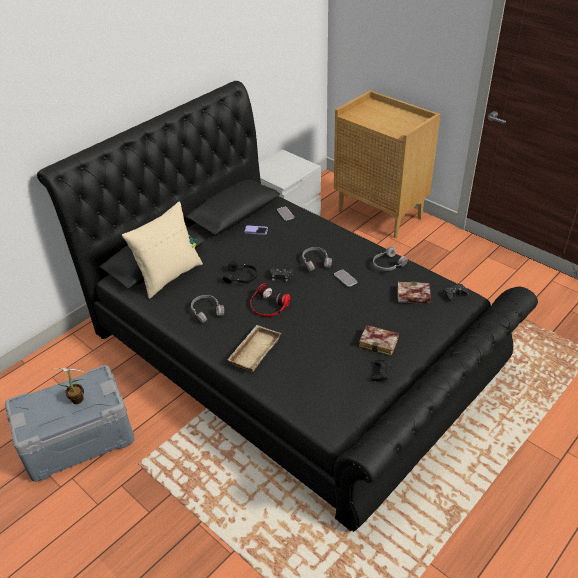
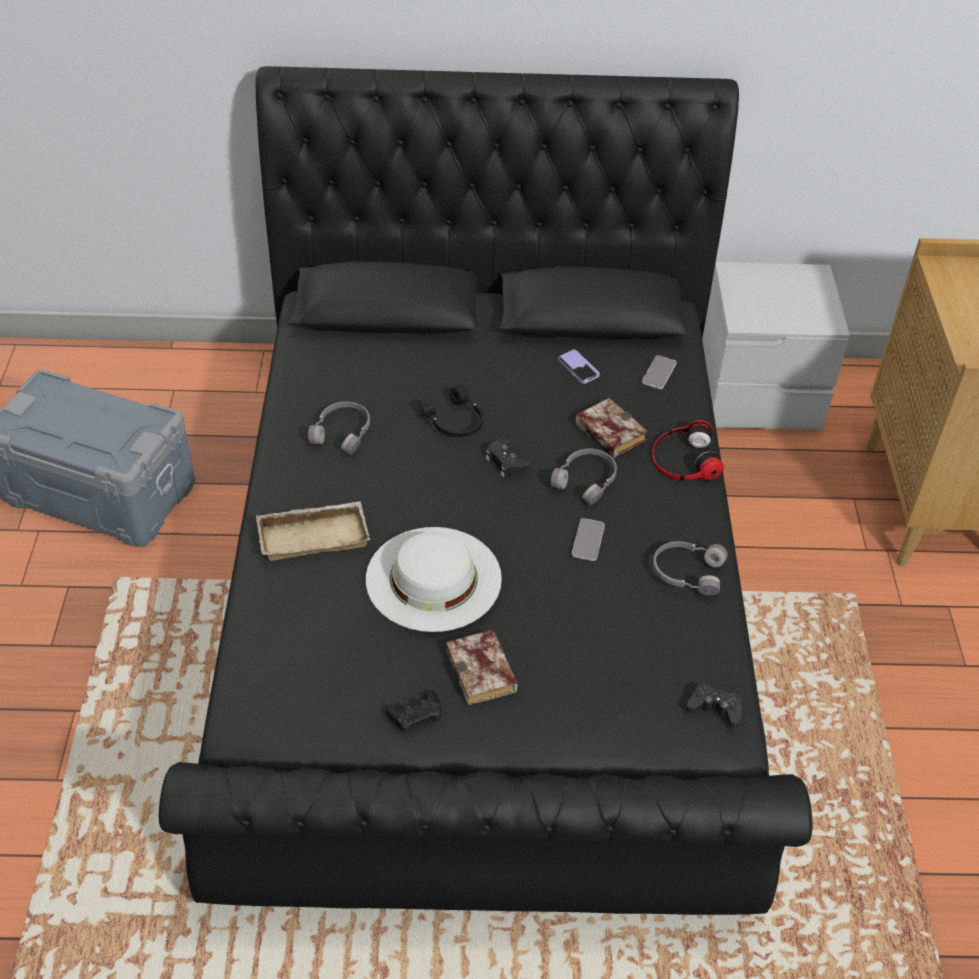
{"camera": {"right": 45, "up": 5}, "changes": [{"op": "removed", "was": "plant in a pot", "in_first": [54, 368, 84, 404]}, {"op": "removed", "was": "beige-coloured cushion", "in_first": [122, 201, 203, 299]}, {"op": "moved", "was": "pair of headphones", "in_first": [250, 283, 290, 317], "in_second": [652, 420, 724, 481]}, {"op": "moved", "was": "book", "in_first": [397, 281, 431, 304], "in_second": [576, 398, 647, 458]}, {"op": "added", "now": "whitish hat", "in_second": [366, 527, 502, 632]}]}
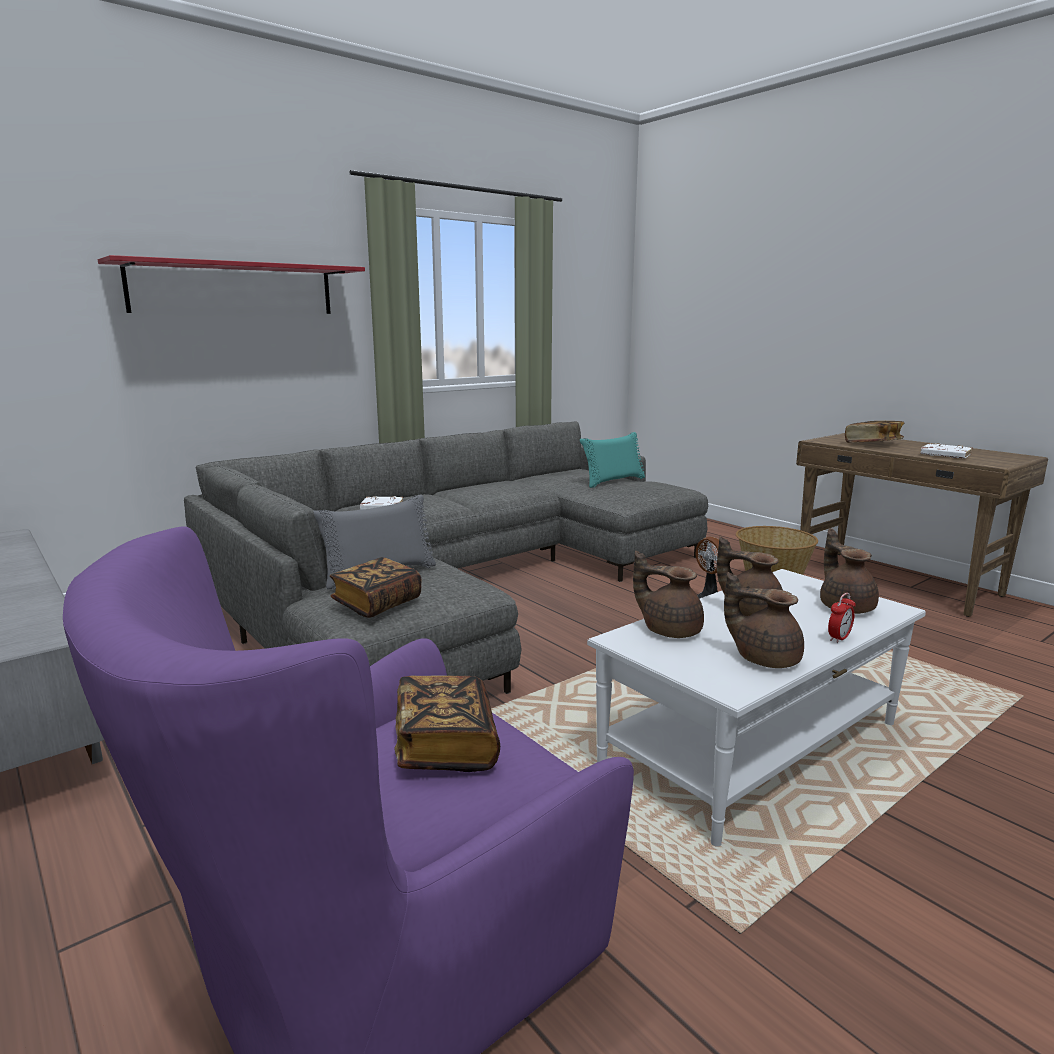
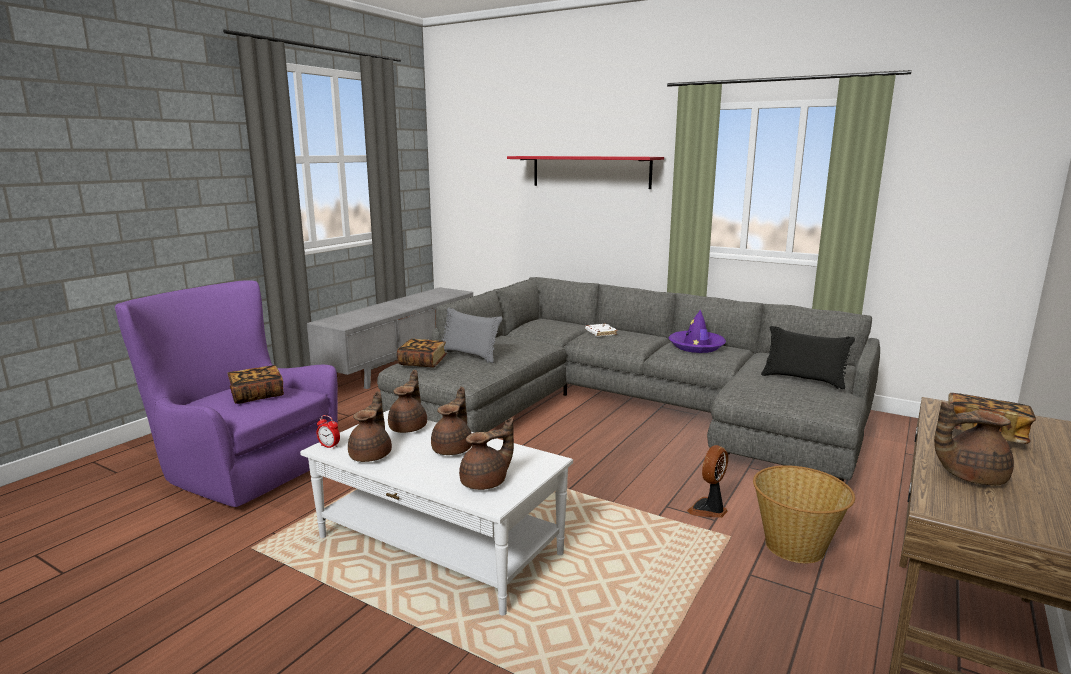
{"camera": {"right": 70, "up": 0}, "changes": [{"op": "recoloured", "was": "blue-green cushion", "now": "black-coloured cushion", "in_first": [580, 432, 645, 488], "in_second": [761, 326, 855, 389]}, {"op": "moved", "was": "alarm clock", "in_first": [828, 593, 856, 643], "in_second": [317, 415, 340, 449]}, {"op": "replaced", "was": "whitish book", "now": "brownish tea pot", "in_first": [921, 443, 973, 459], "in_second": [934, 402, 1014, 485]}, {"op": "added", "now": "purple hat", "in_second": [668, 310, 726, 353]}]}
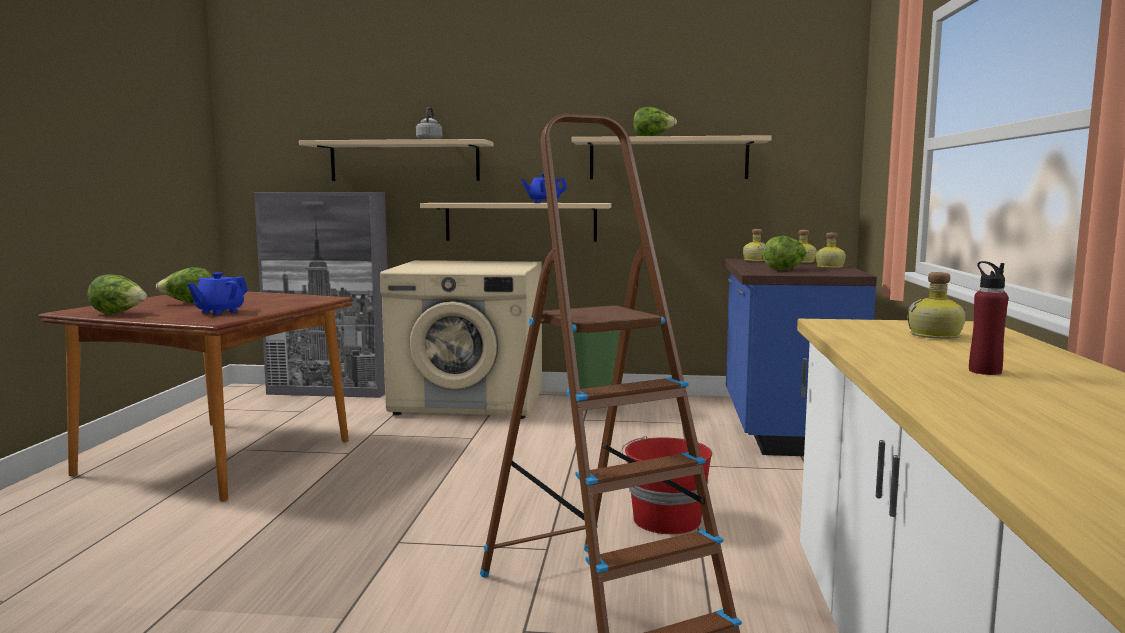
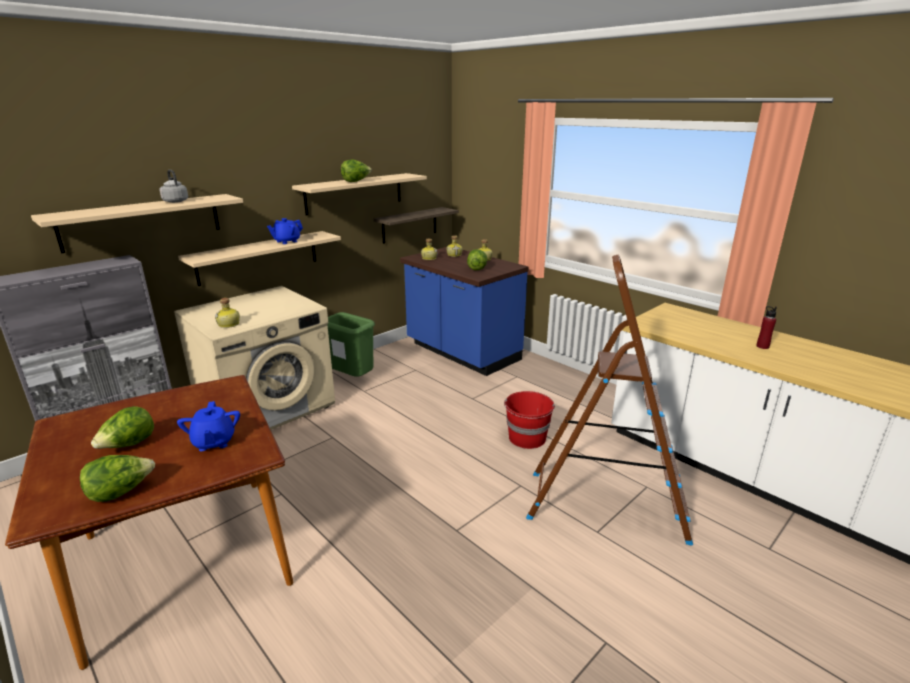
{"camera": {"right": -50, "up": 15}, "changes": [{"op": "moved", "was": "drink bottle", "in_first": [908, 272, 966, 339], "in_second": [215, 298, 240, 328]}, {"op": "added", "now": "wall shelf", "in_second": [373, 207, 459, 244]}]}
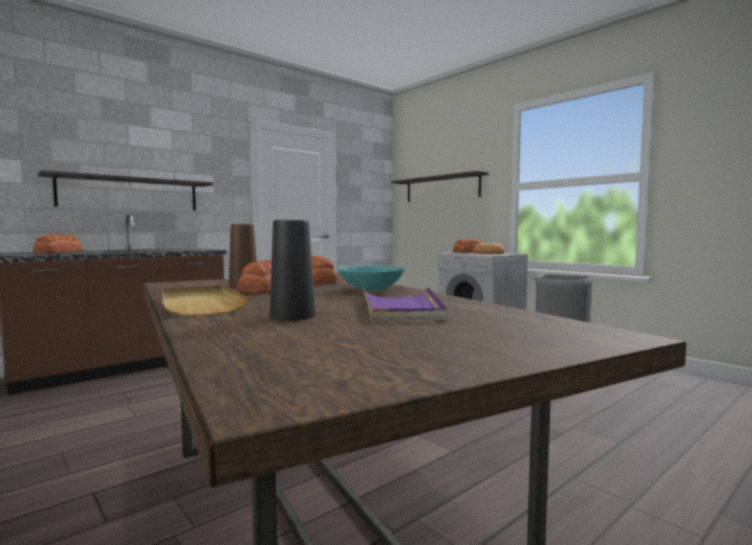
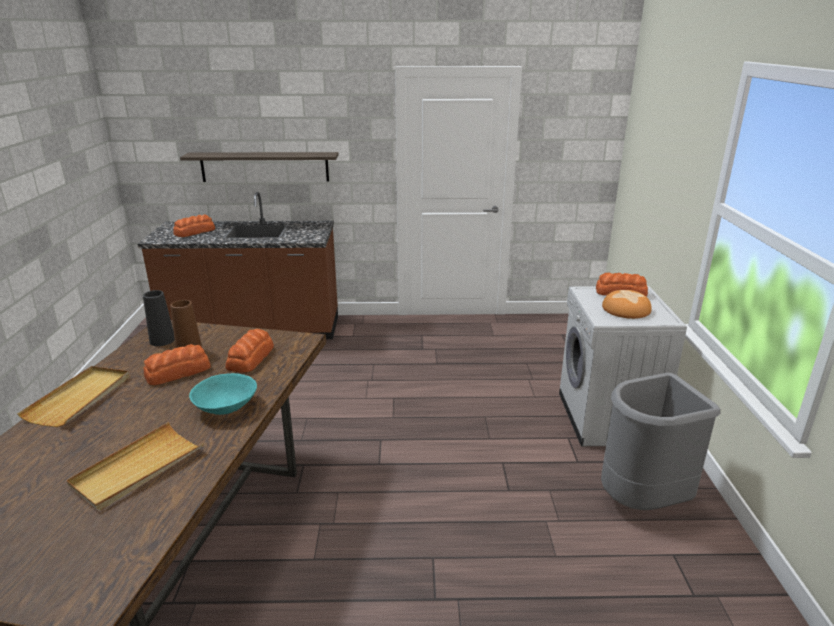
{"camera": {"right": 40, "up": 20}, "changes": [{"op": "moved", "was": "black-coloured flower vase", "in_first": [270, 220, 315, 320], "in_second": [143, 290, 175, 346]}, {"op": "recoloured", "was": "purple serving tray", "now": "beige-coloured serving tray", "in_first": [362, 287, 448, 321], "in_second": [67, 422, 204, 511]}, {"op": "removed", "was": "wall shelf", "in_first": [391, 171, 489, 202]}]}
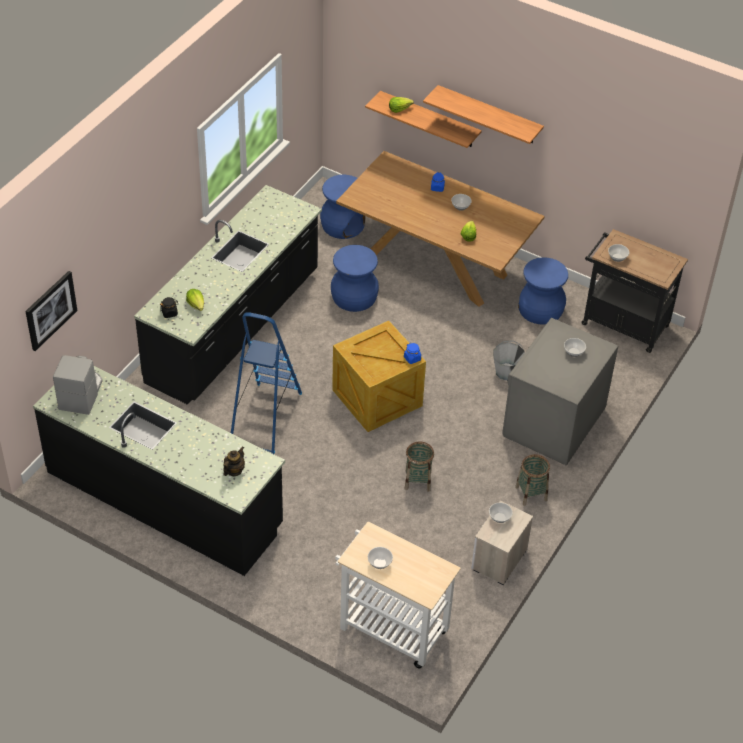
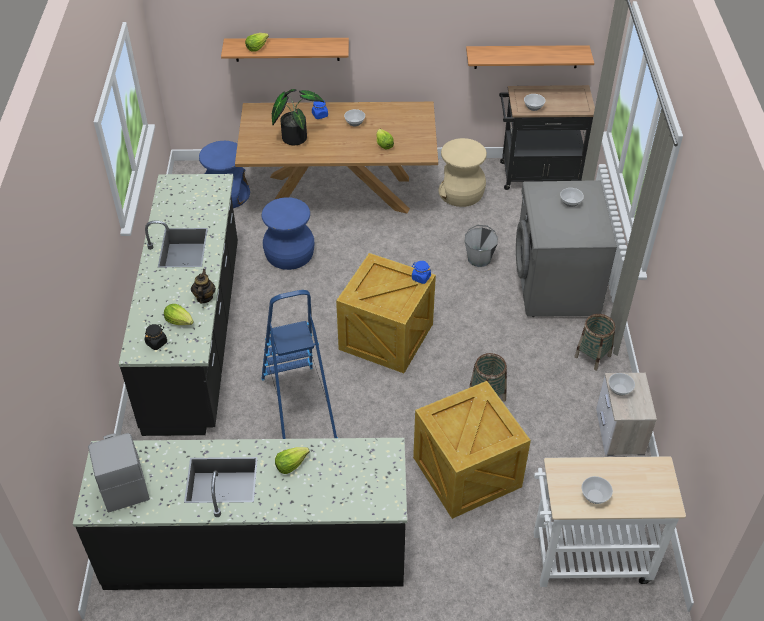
{"camera": {"right": -30, "up": 0}, "changes": [{"op": "removed", "was": "picture", "in_first": [25, 271, 77, 351]}, {"op": "moved", "was": "tea pot", "in_first": [223, 446, 245, 476], "in_second": [191, 269, 216, 304]}, {"op": "moved", "was": "wall shelf", "in_first": [423, 85, 544, 144], "in_second": [466, 45, 594, 69]}, {"op": "recoloured", "was": "blue sitting stool", "now": "beige-coloured sitting stool", "in_first": [518, 257, 568, 324], "in_second": [438, 138, 487, 207]}, {"op": "added", "now": "plant in a pot", "in_second": [272, 89, 325, 145]}, {"op": "added", "now": "lettuce", "in_second": [275, 447, 310, 474]}, {"op": "added", "now": "packing crate", "in_second": [413, 381, 531, 519]}]}
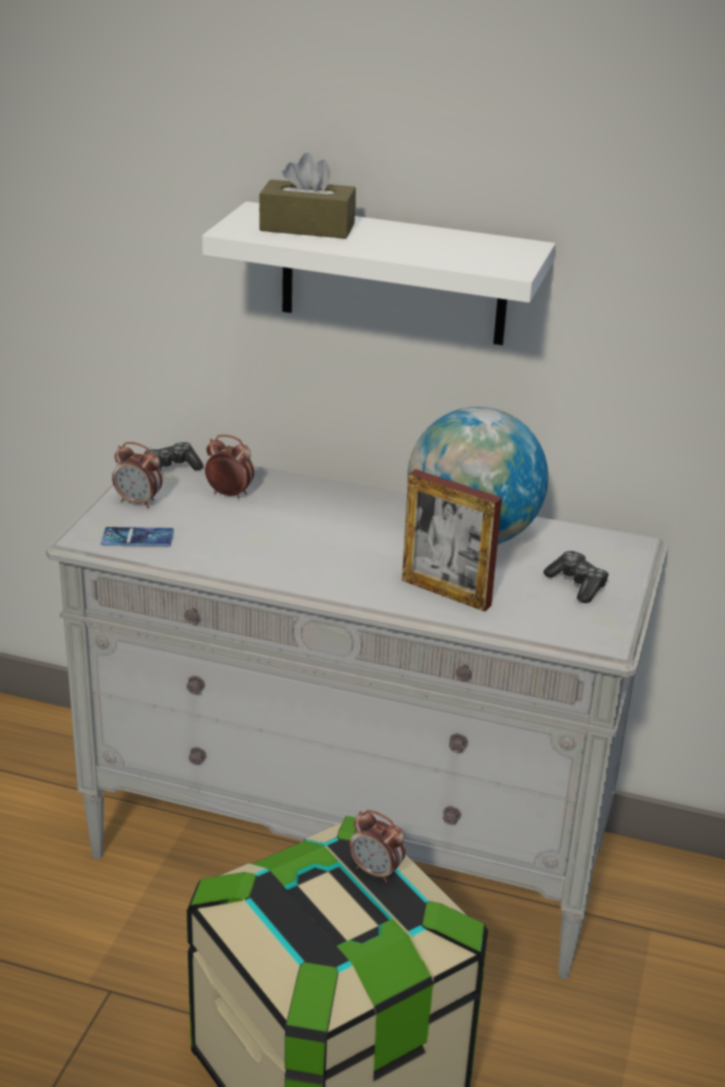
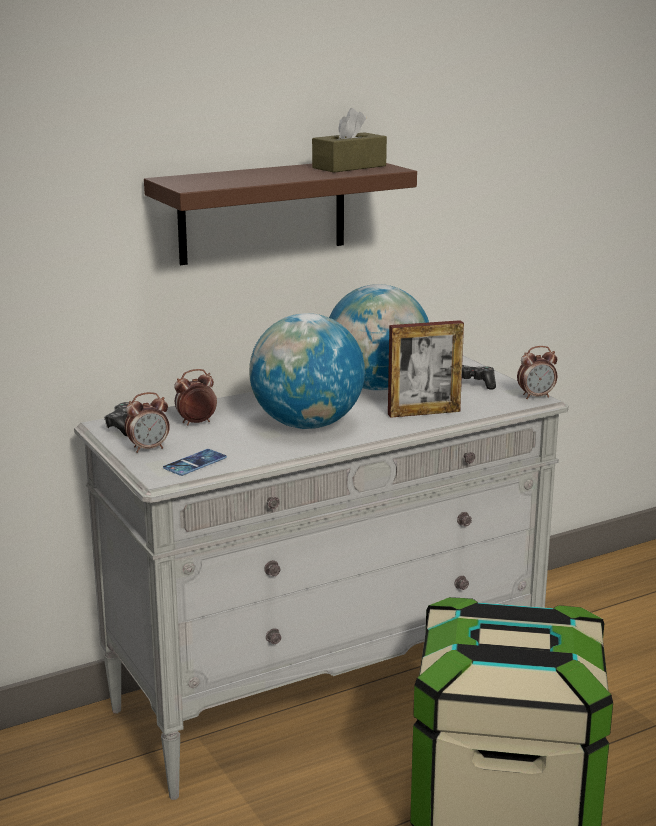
{"camera": {"right": -45, "up": -10}, "changes": [{"op": "recoloured", "was": "whitish wall shelf", "now": "brownish wall shelf", "in_first": [202, 201, 555, 345], "in_second": [144, 163, 417, 265]}, {"op": "moved", "was": "brownish tissue box", "in_first": [259, 153, 356, 239], "in_second": [312, 108, 387, 173]}, {"op": "moved", "was": "alarm clock", "in_first": [349, 810, 406, 883], "in_second": [517, 346, 557, 399]}, {"op": "added", "now": "world globe", "in_second": [249, 313, 365, 429]}]}
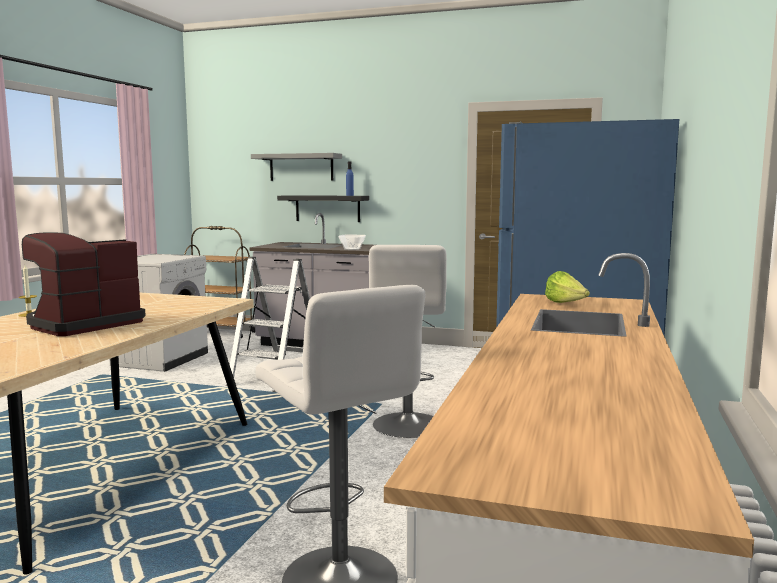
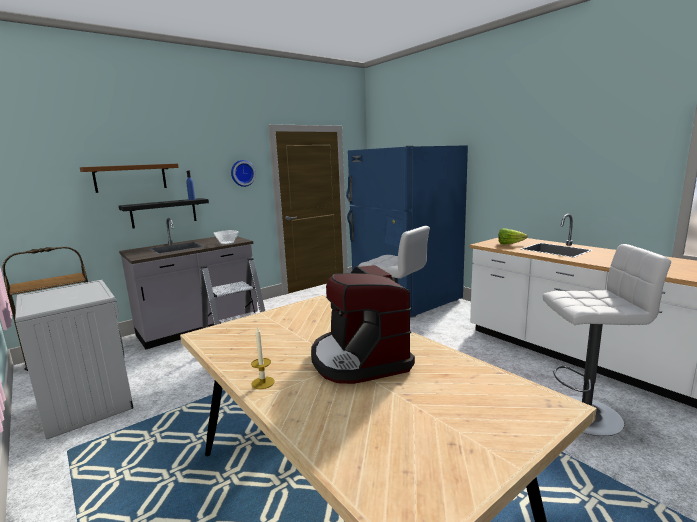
{"camera": {"right": -55, "up": 5}, "changes": [{"op": "recoloured", "was": "grey wall shelf", "now": "brownish wall shelf", "in_first": [251, 153, 342, 181], "in_second": [80, 164, 179, 193]}, {"op": "added", "now": "wall clock", "in_second": [231, 160, 256, 187]}]}
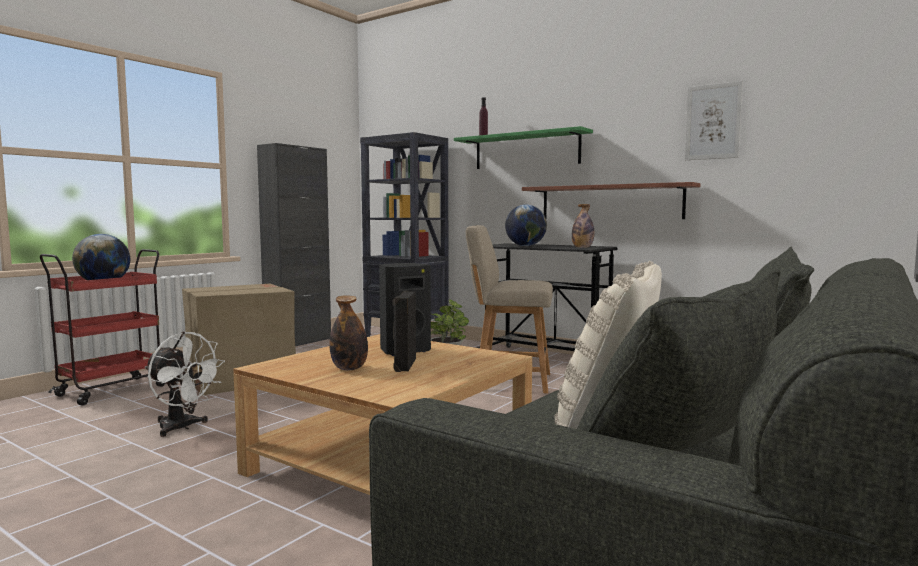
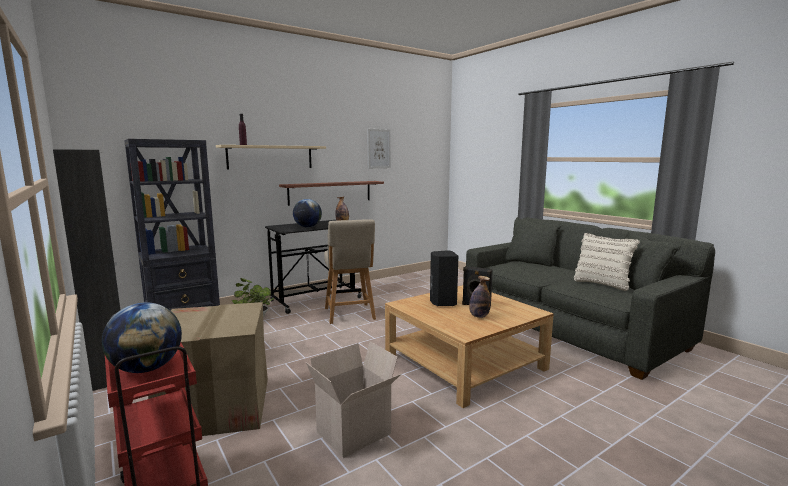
{"camera": {"right": -70, "up": 5}, "changes": [{"op": "replaced", "was": "whitish cooling fan", "now": "packing box", "in_first": [145, 332, 225, 437], "in_second": [306, 341, 401, 458]}, {"op": "recoloured", "was": "green wall shelf", "now": "beige-coloured wall shelf", "in_first": [454, 126, 593, 169], "in_second": [216, 145, 326, 169]}, {"op": "turned", "was": "beige-coloured upright chair", "in_first": [466, 225, 553, 394], "in_second": [324, 219, 376, 324], "clockwise": -45}]}
